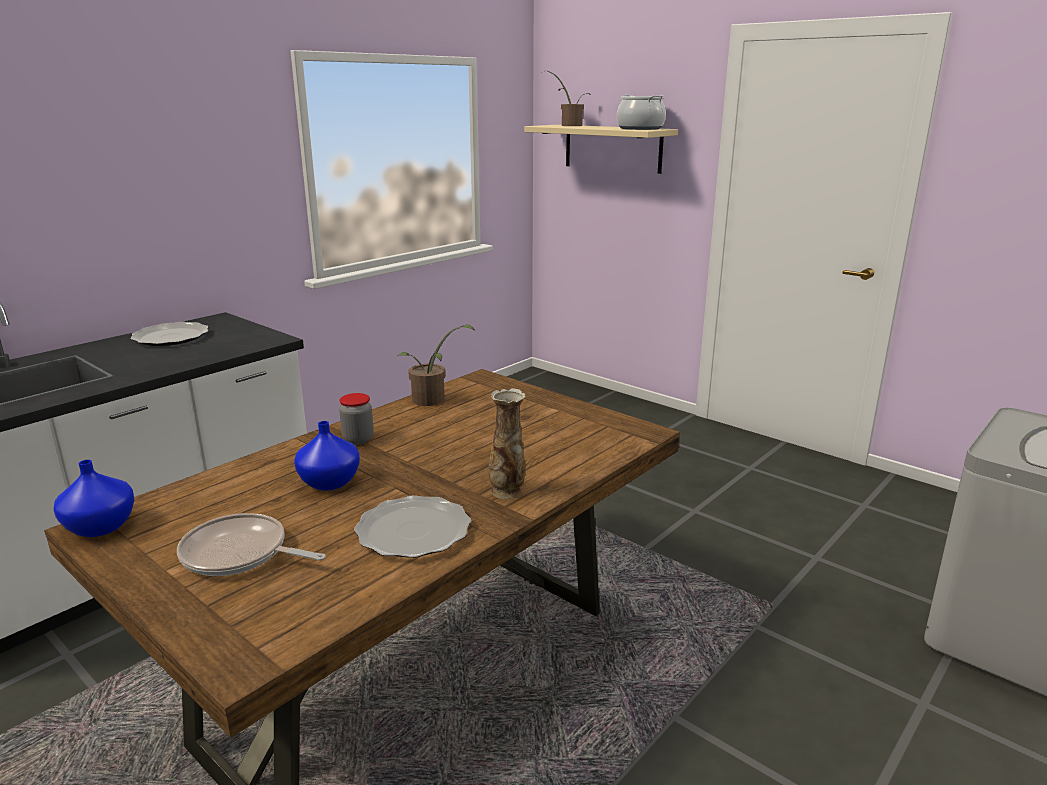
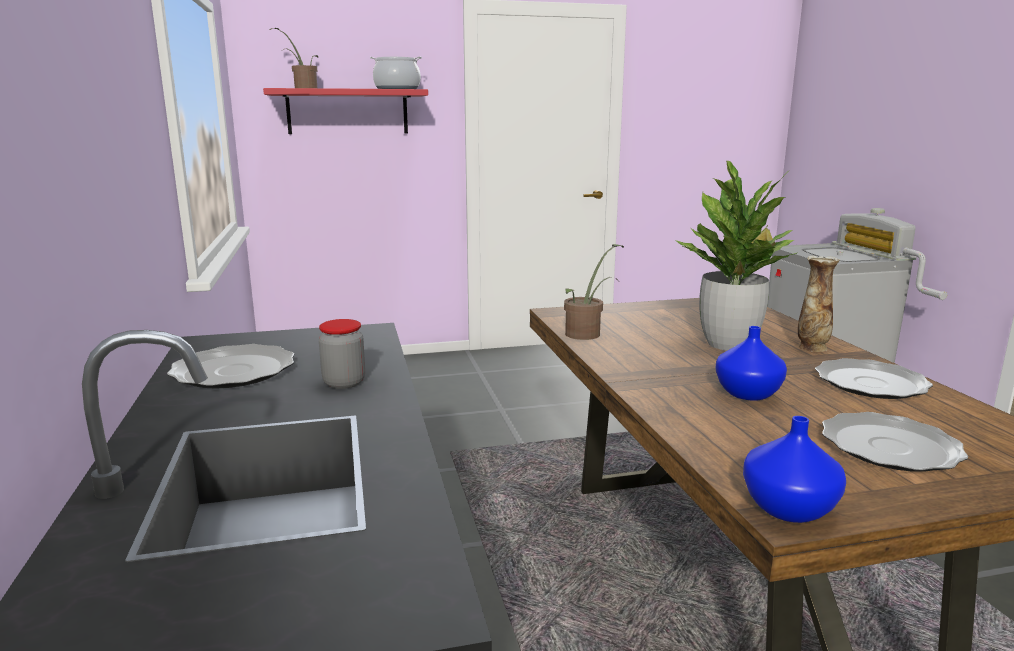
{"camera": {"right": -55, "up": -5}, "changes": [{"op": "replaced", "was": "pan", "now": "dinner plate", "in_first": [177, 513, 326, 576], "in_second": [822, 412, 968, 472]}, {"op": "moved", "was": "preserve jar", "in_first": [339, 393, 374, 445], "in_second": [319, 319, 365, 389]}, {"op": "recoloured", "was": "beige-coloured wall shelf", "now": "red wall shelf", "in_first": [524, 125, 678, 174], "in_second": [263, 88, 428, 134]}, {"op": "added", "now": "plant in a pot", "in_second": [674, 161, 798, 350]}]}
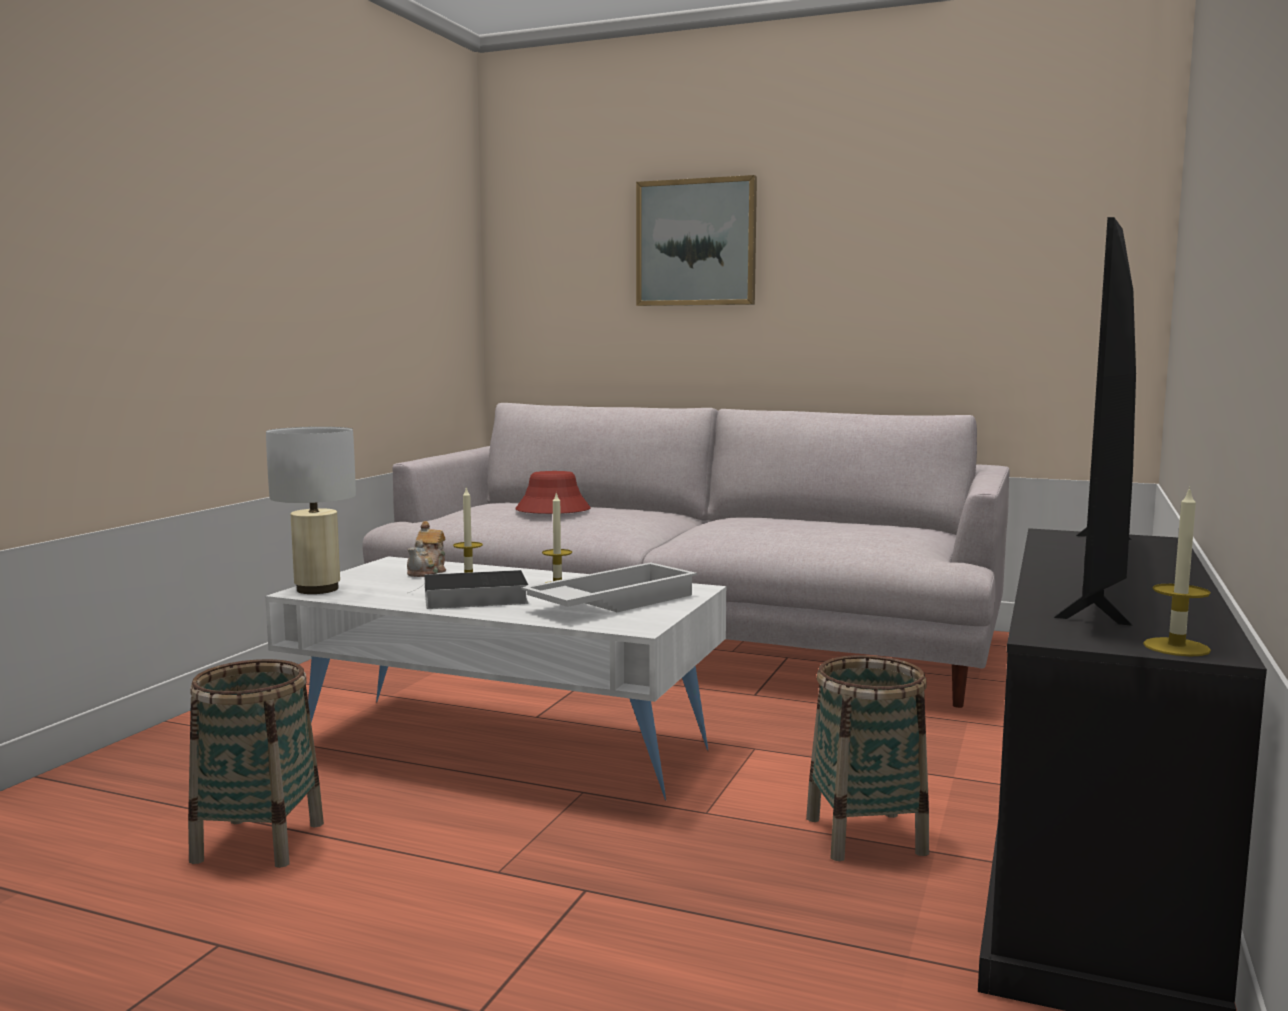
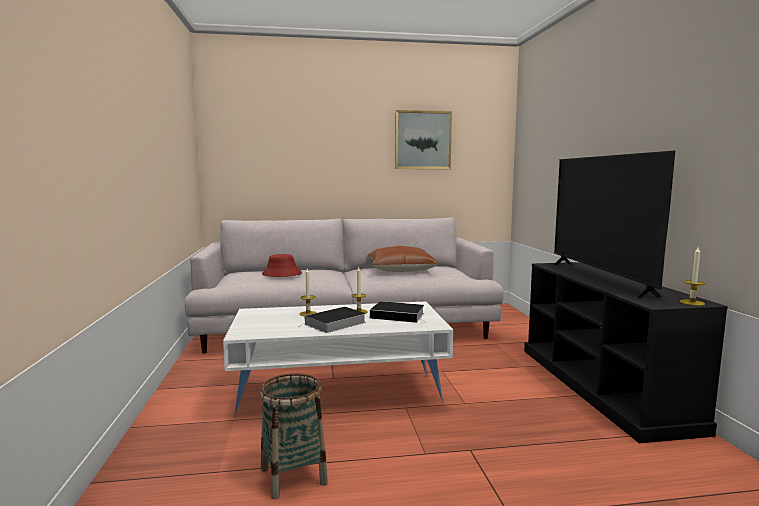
{"camera": {"right": -30, "up": 0}, "changes": [{"op": "removed", "was": "whitish lamp for a table", "in_first": [266, 427, 356, 594]}, {"op": "removed", "was": "tea pot", "in_first": [407, 521, 446, 577]}, {"op": "replaced", "was": "whitish serving tray", "now": "book", "in_first": [521, 562, 697, 612], "in_second": [370, 301, 427, 323]}, {"op": "moved", "was": "picture", "in_first": [636, 175, 757, 306], "in_second": [395, 110, 452, 169]}, {"op": "removed", "was": "storage basket", "in_first": [806, 655, 929, 861]}, {"op": "added", "now": "brownish cushion", "in_second": [367, 246, 438, 272]}]}
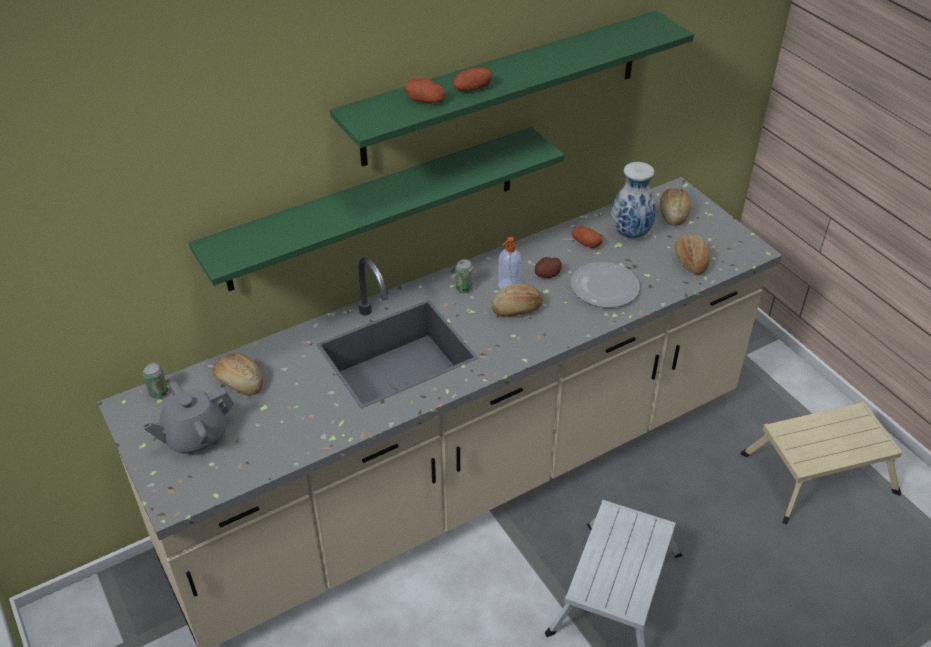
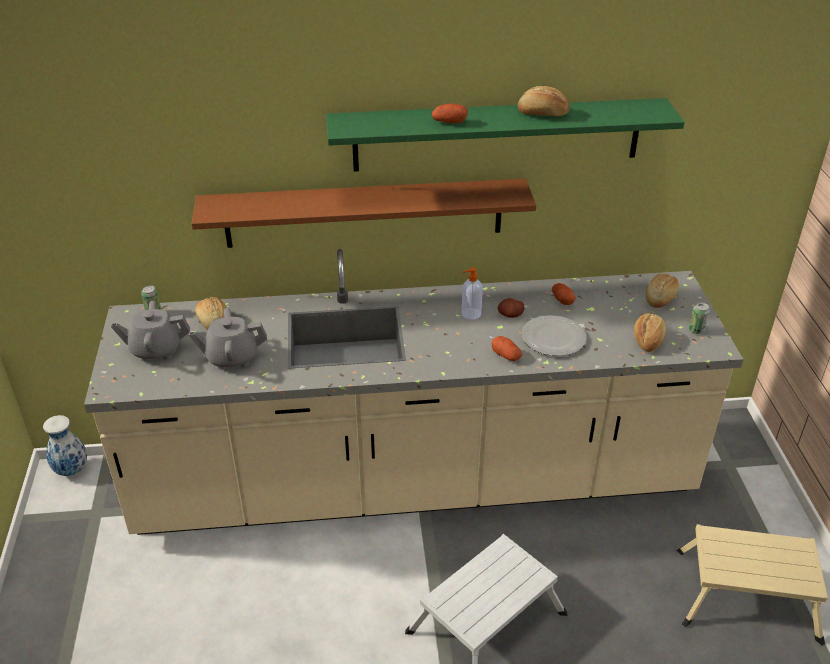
{"camera": {"right": 25, "up": -5}, "changes": [{"op": "recoloured", "was": "green wall shelf", "now": "brownish wall shelf", "in_first": [189, 127, 564, 291], "in_second": [191, 179, 536, 248]}, {"op": "moved", "was": "whole potato", "in_first": [405, 78, 446, 103], "in_second": [492, 336, 522, 361]}, {"op": "moved", "was": "can", "in_first": [456, 259, 473, 293], "in_second": [689, 302, 710, 334]}, {"op": "moved", "was": "bakery bread", "in_first": [492, 284, 543, 317], "in_second": [518, 86, 570, 116]}, {"op": "moved", "was": "flower vase", "in_first": [610, 162, 656, 238], "in_second": [43, 415, 87, 476]}, {"op": "added", "now": "grey tea pot", "in_second": [189, 308, 267, 370]}]}
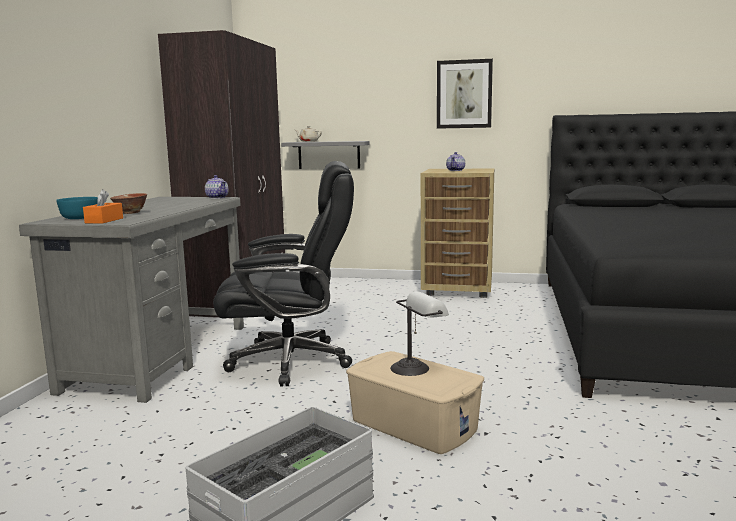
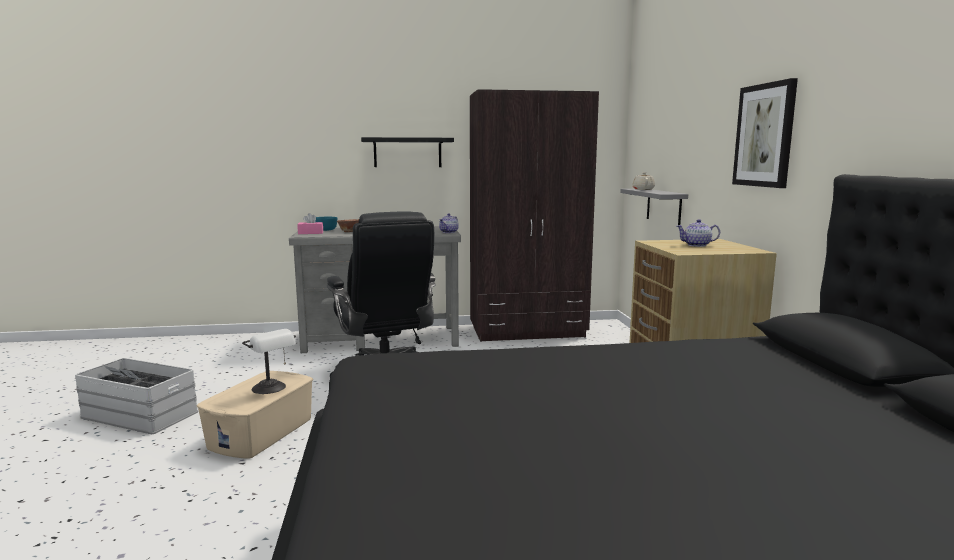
{"camera": {"right": 70, "up": 0}, "changes": [{"op": "recoloured", "was": "orangey tissue box", "now": "pink-coloured tissue box", "in_first": [83, 189, 123, 224], "in_second": [297, 213, 323, 234]}, {"op": "added", "now": "black-coloured wall shelf", "in_second": [361, 137, 454, 167]}]}
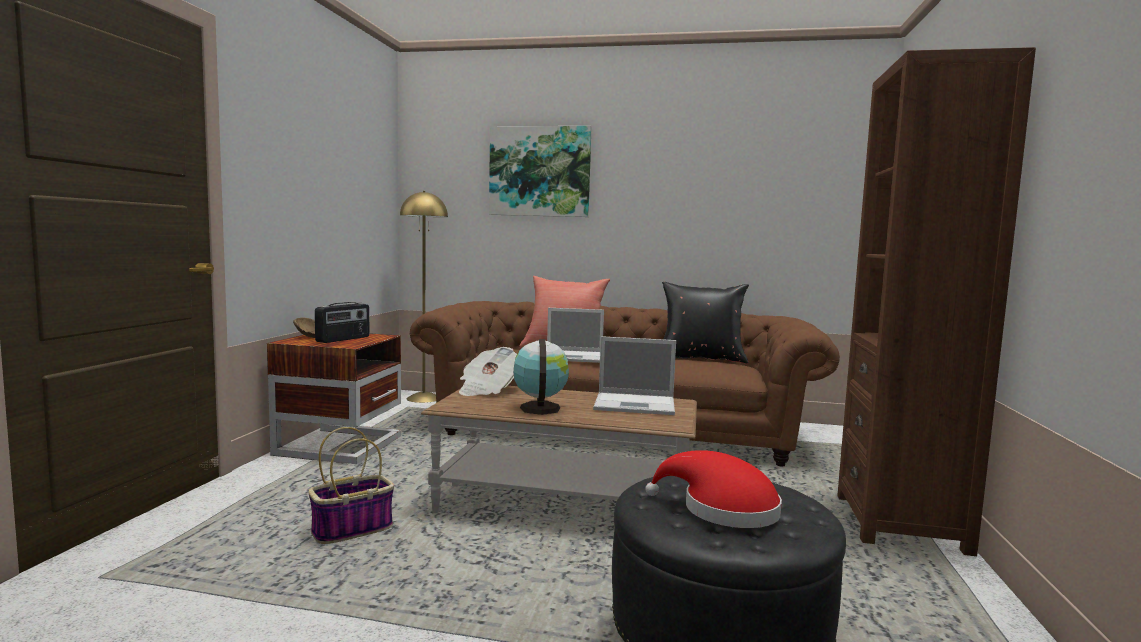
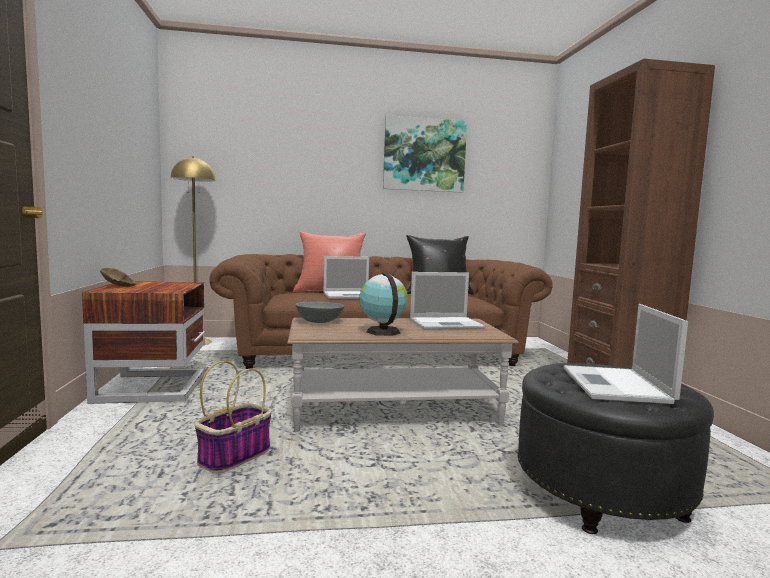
{"camera": {"right": -20, "up": 0}, "changes": [{"op": "removed", "was": "radio", "in_first": [315, 302, 369, 343]}, {"op": "replaced", "was": "printed paper", "now": "grey bowl", "in_first": [459, 347, 517, 396], "in_second": [295, 301, 344, 323]}, {"op": "moved", "was": "picture", "in_first": [489, 126, 592, 217], "in_second": [383, 115, 467, 193]}, {"op": "replaced", "was": "red hat", "now": "portable computer", "in_first": [645, 450, 782, 528], "in_second": [563, 304, 688, 404]}]}
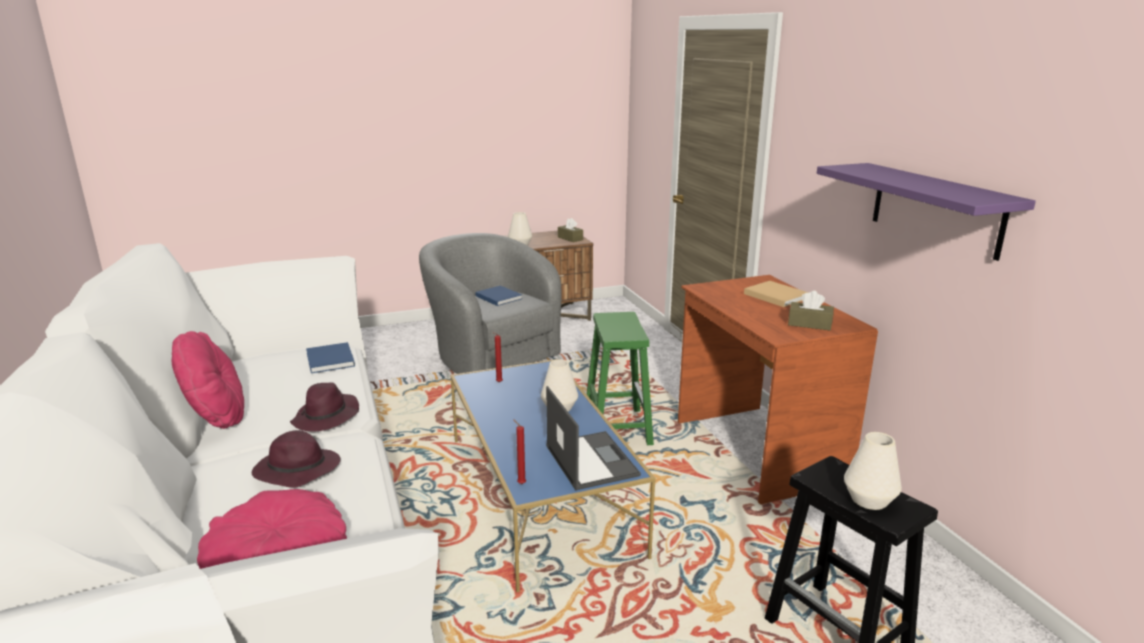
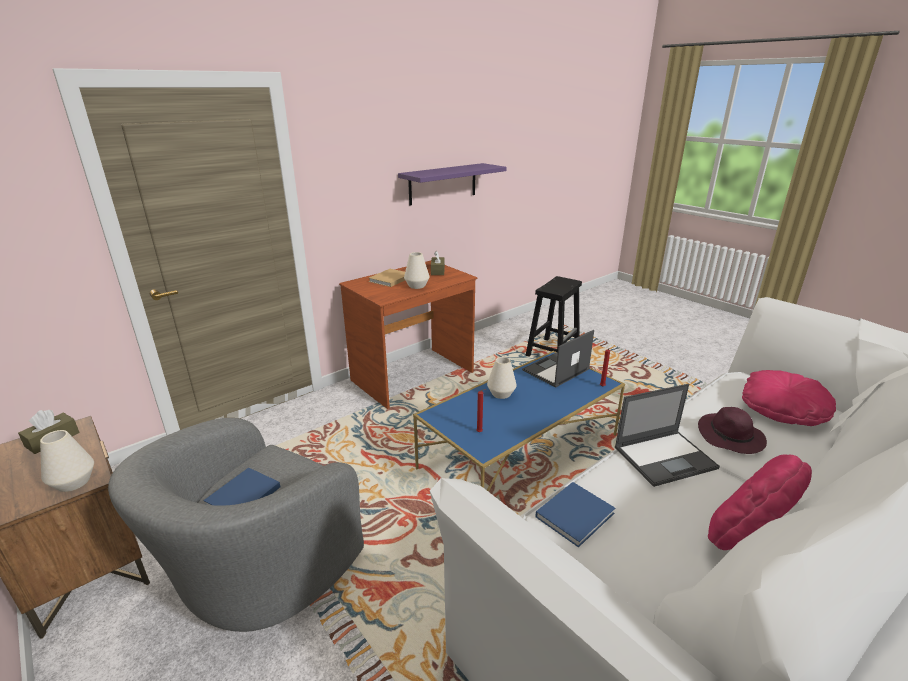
{"camera": {"right": -110, "up": 5}, "changes": [{"op": "replaced", "was": "purple hat", "now": "portable computer", "in_first": [290, 382, 359, 432], "in_second": [615, 384, 720, 487]}, {"op": "removed", "was": "green sitting stool", "in_first": [586, 312, 654, 445]}, {"op": "moved", "was": "whitish flower vase", "in_first": [844, 432, 902, 510], "in_second": [404, 252, 429, 289]}]}
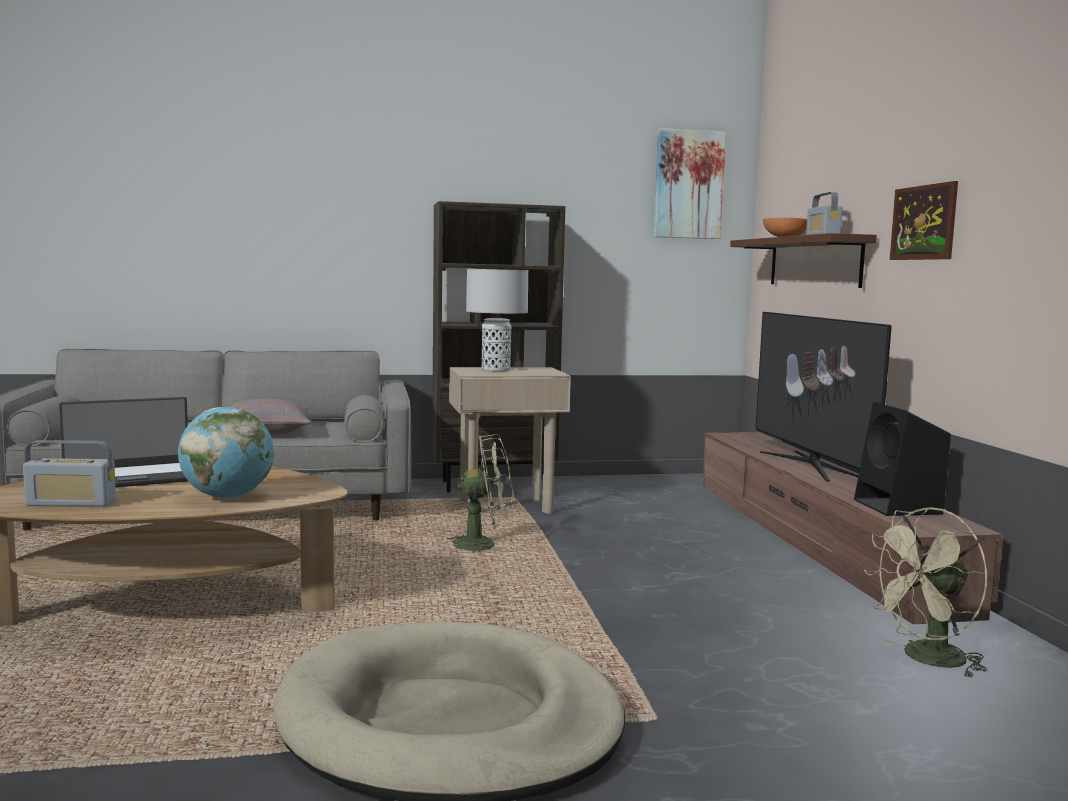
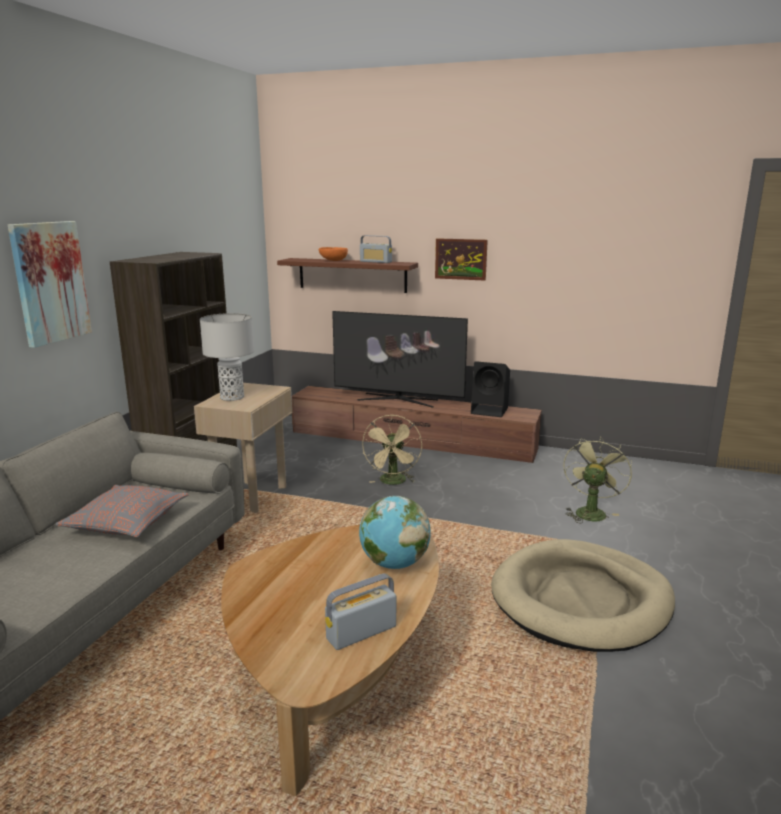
{"camera": {"right": -60, "up": 10}, "changes": [{"op": "turned", "was": "radio", "in_first": [23, 440, 116, 507], "in_second": [325, 573, 396, 650], "clockwise": -150}, {"op": "removed", "was": "portable computer", "in_first": [59, 397, 188, 488]}, {"op": "moved", "was": "green cooling fan", "in_first": [447, 434, 514, 552], "in_second": [563, 436, 632, 523]}, {"op": "moved", "was": "picture", "in_first": [653, 128, 726, 239], "in_second": [8, 221, 92, 348]}, {"op": "moved", "was": "beige-coloured cooling fan", "in_first": [864, 507, 987, 678], "in_second": [362, 415, 422, 485]}]}
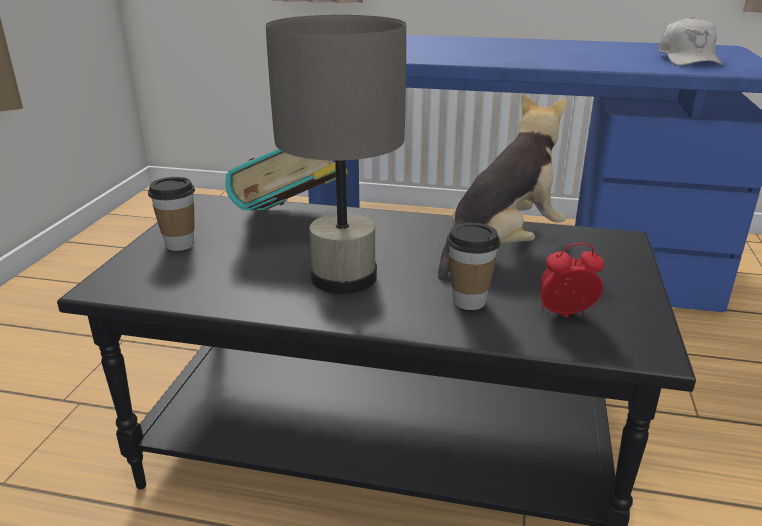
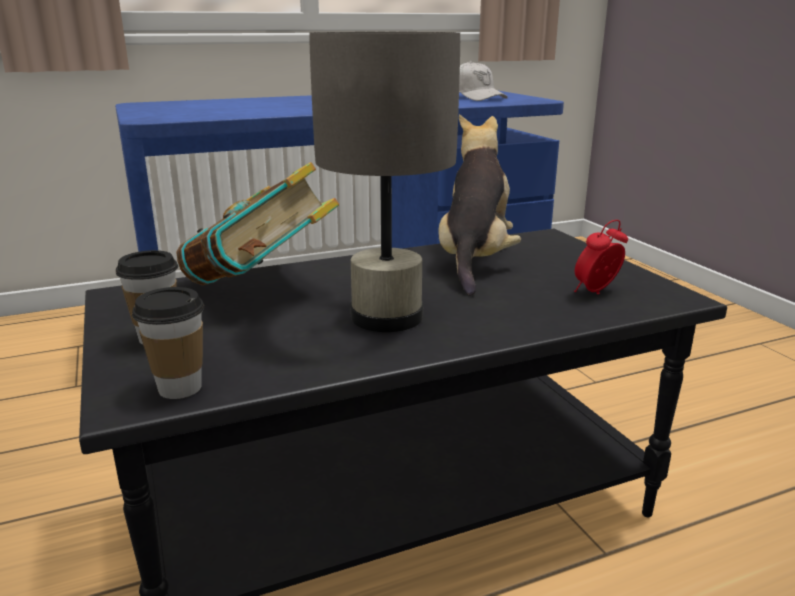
{"camera": {"right": -35, "up": -5}, "changes": [{"op": "moved", "was": "drinking cup", "in_first": [446, 223, 501, 310], "in_second": [132, 287, 204, 399]}]}
